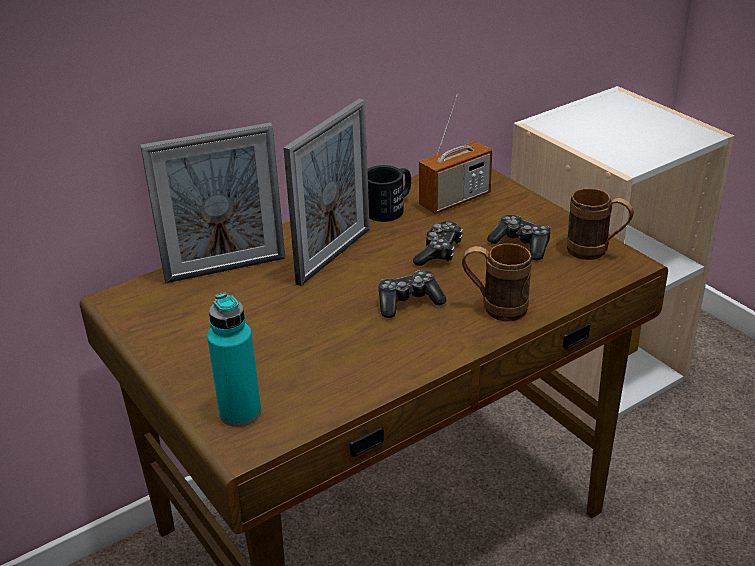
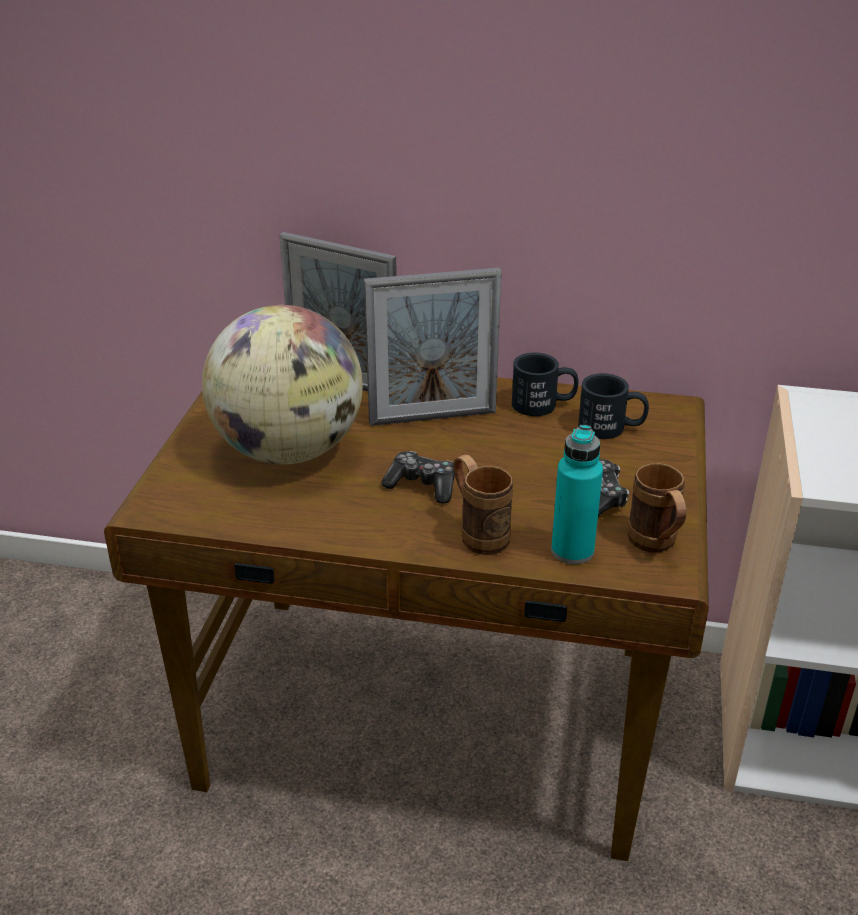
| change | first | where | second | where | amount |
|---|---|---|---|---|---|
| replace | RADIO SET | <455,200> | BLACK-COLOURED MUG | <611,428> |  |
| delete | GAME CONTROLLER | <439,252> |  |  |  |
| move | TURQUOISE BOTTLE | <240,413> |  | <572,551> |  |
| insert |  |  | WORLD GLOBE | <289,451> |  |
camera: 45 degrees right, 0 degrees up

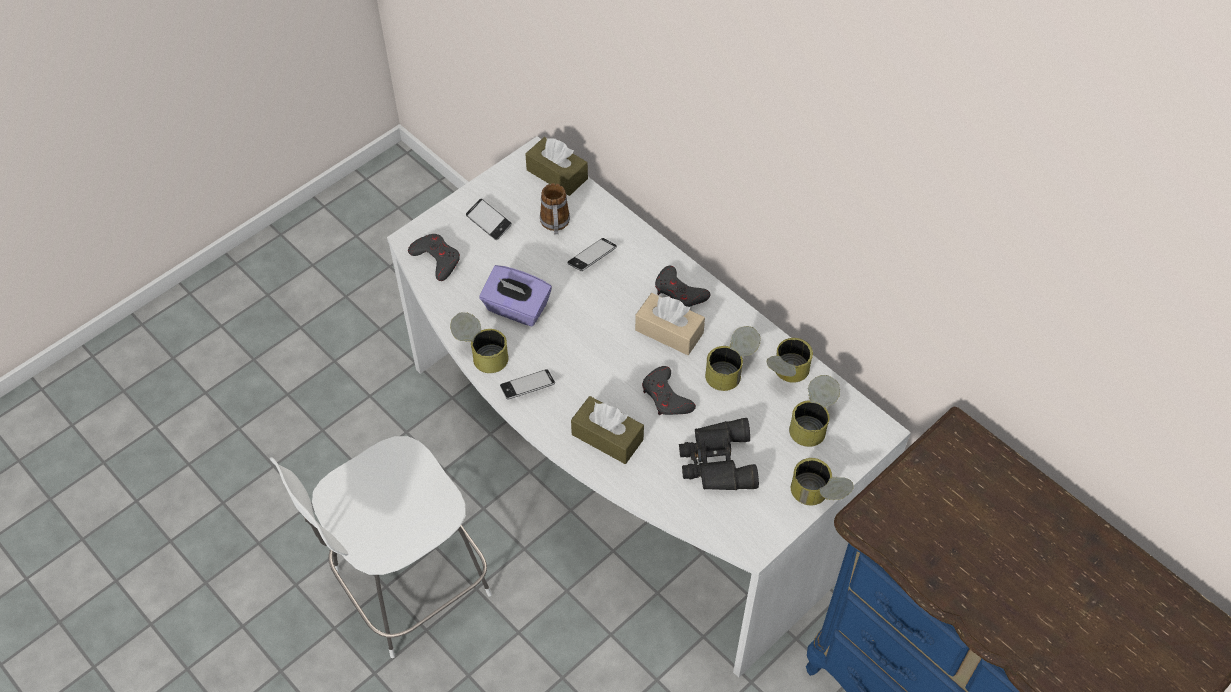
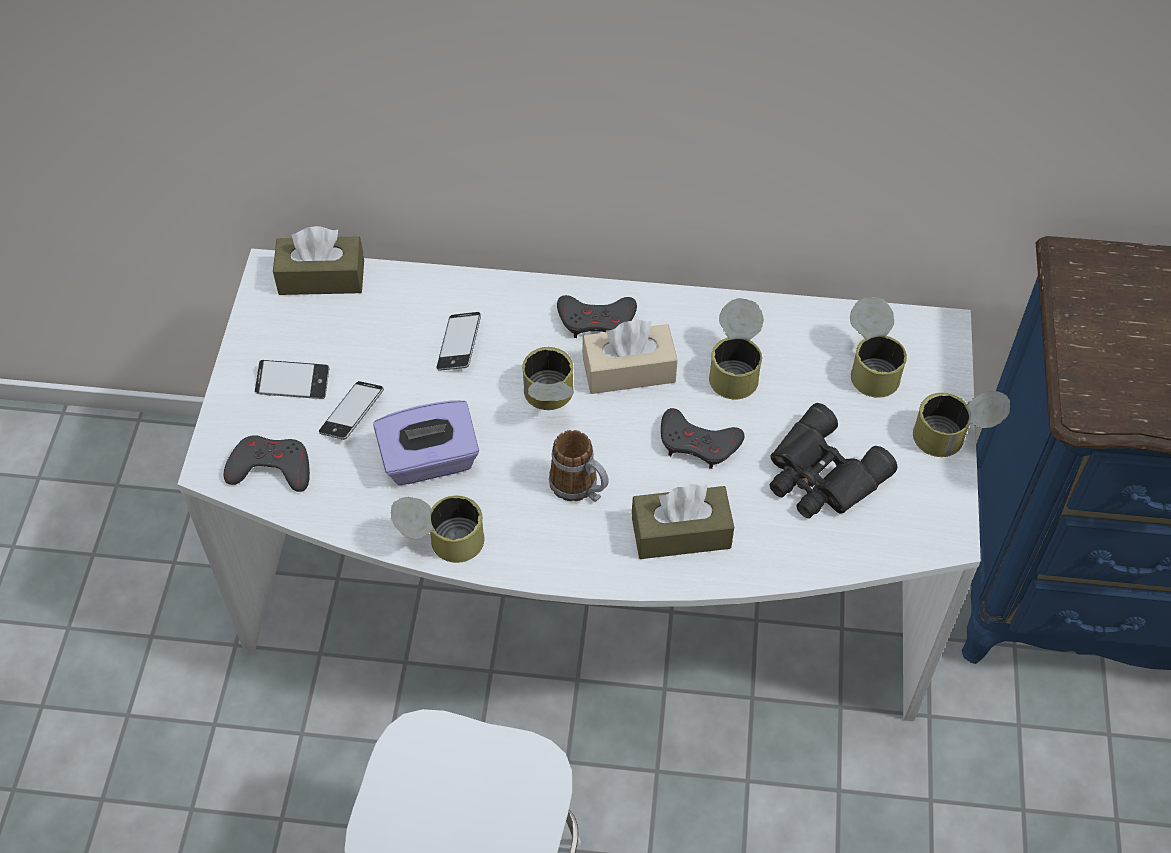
| change | first | where | second | where | amount |
|---|---|---|---|---|---|
| move | MUG | <555,225> |  | <580,488> |  |
| move | SEALED CAN | <785,375> |  | <549,403> |  |
| move | PHONE | <527,387> |  | <352,414> |  |
camera: 40 degrees left, 0 degrees up

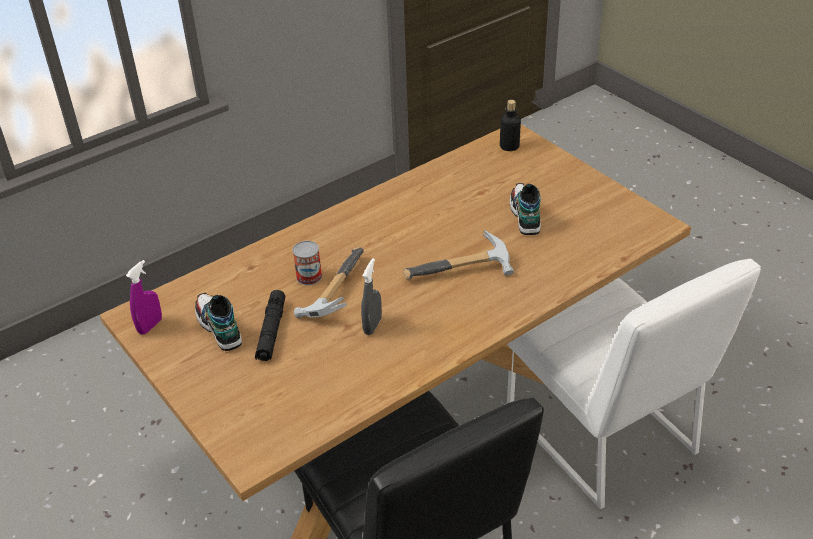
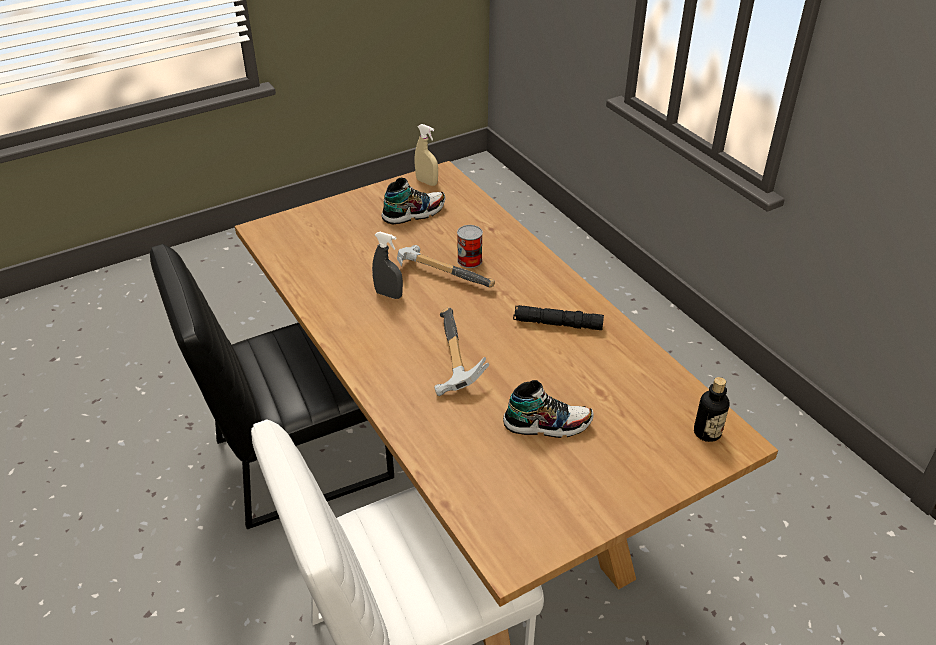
| change | first | where | second | where | amount |
|---|---|---|---|---|---|
| recolor | PURPLE-COLOURED SPRAY BOTTLE | <150,326> | BEIGE-COLOURED SPRAY BOTTLE | <427,182> |  |
| move | BLACK-COLOURED HAND TORCH | <271,331> |  | <557,324> |  |
camera: 95 degrees right, 0 degrees up

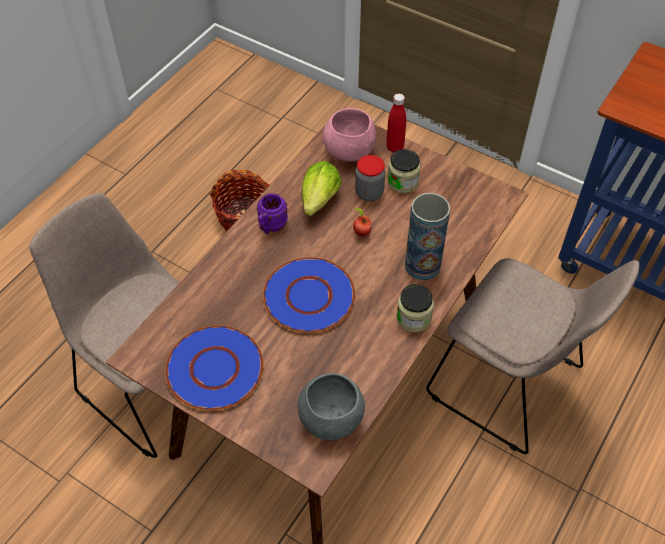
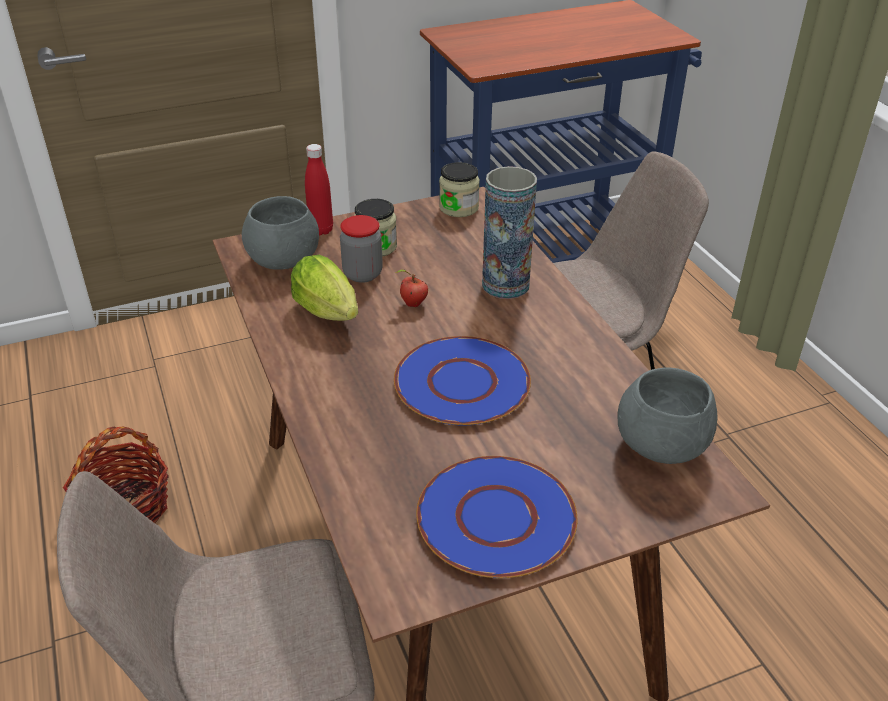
| change | first | where | second | where | amount |
|---|---|---|---|---|---|
| recolor | PINKISH BOWL | <349,151> | GRAY BOWL | <284,260> |  |
| delete | PURPLE-COLOURED MUG | <271,227> |  |  |  |
| move | PRESERVE JAR | <413,318> |  | <459,208> |  |
camera: 55 degrees left, 15 degrees down

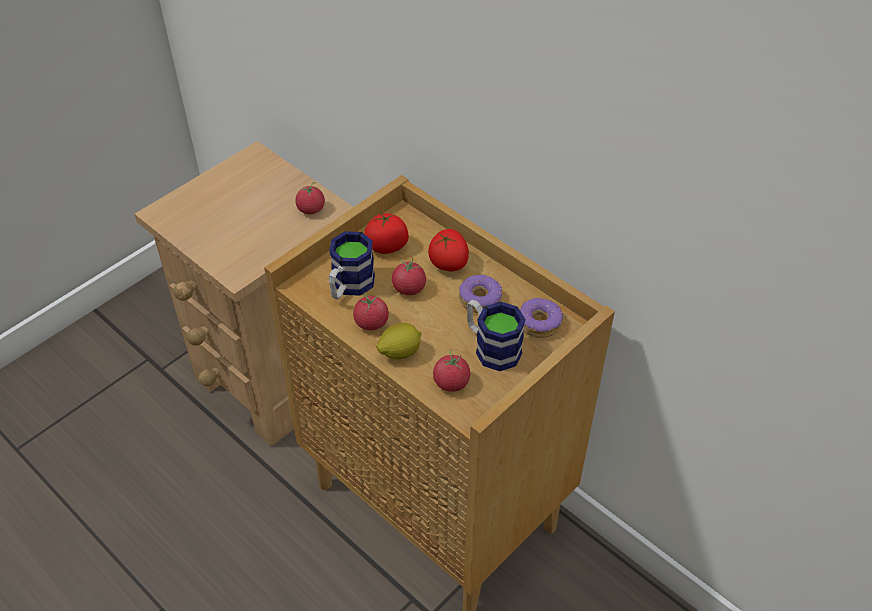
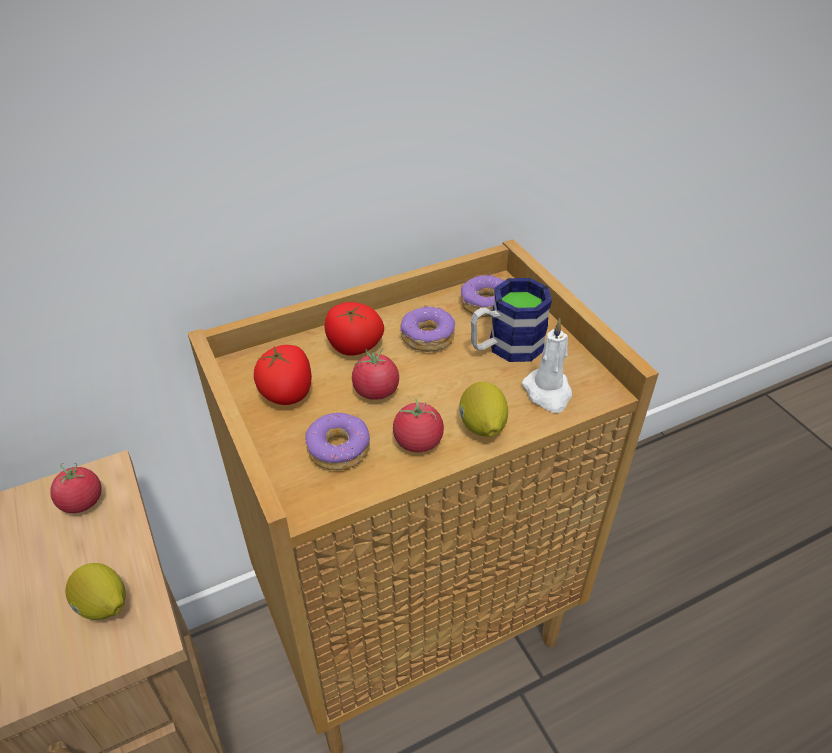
| change | first | where | second | where | amount |
|---|---|---|---|---|---|
| replace | MUG | <349,286> | DONUT | <339,449> |  |
| replace | FRESH TOMATO | <451,382> | WHITISH CANDLE | <548,393> |  |
| insert |  |  | WHOLE LEMON | <103,606> |  |
camera: 70 degrees left, 5 degrees down

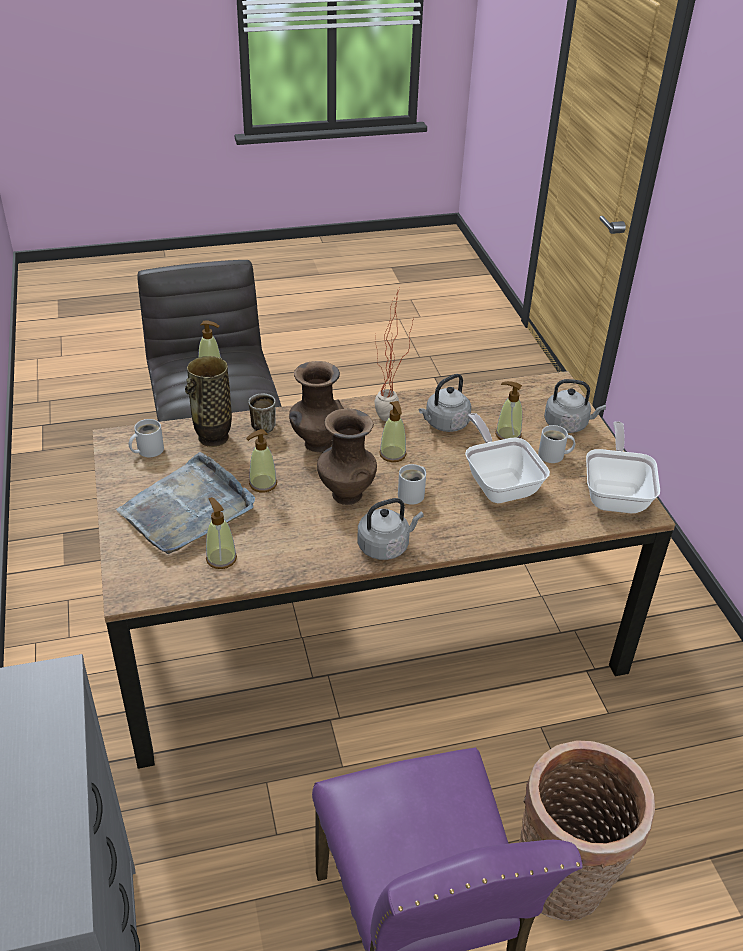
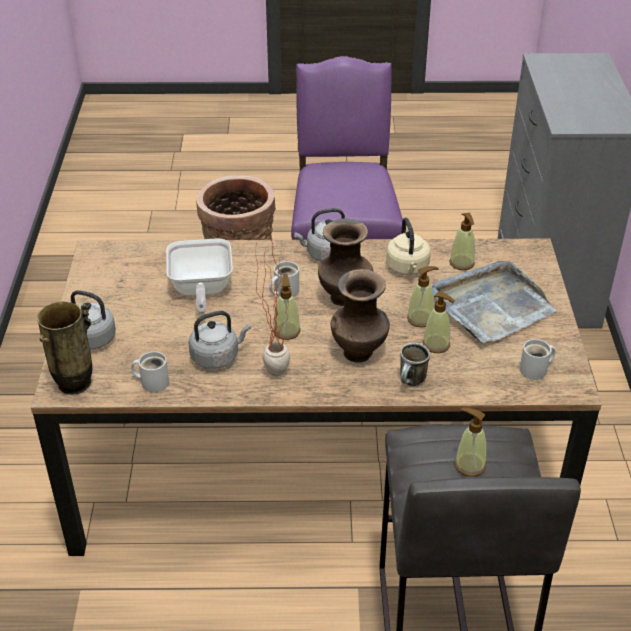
| change | first | where | second | where | amount |
|---|---|---|---|---|---|
| move | FLOWER VASE | <213,438> |  | <75,384> |  |
| move | LIQUID SOAP BOTTLE | <507,435> |  | <436,345> |  |
| delete | FRYING PAN | <616,494> |  |  |  |
| move | WHITISH MUG | <553,456> |  | <153,381> |  |
| insert |  |  | BEIGE-COLOURED TEA KETTLE | <408,268> |  |
camera: 165 degrees left, 0 degrees up

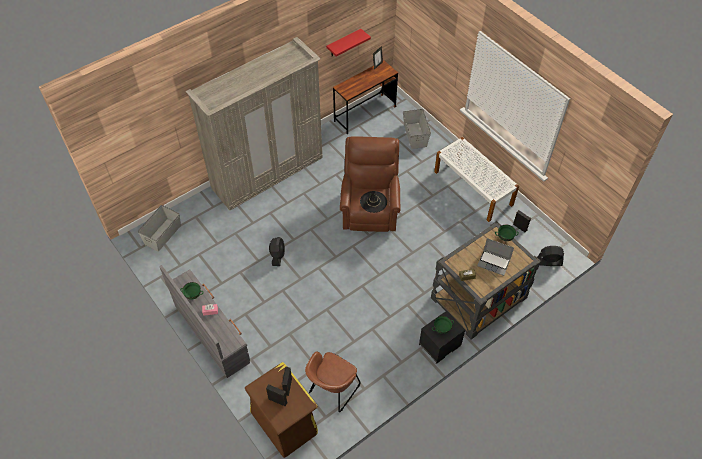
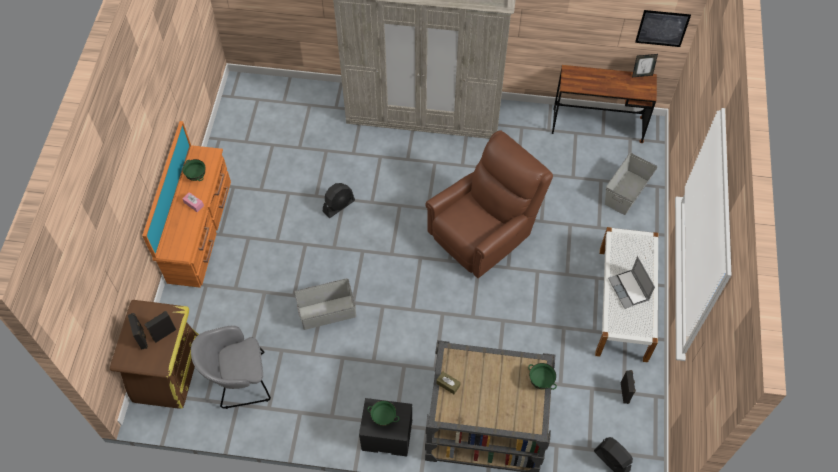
| change | first | where | second | where | amount |
|---|---|---|---|---|---|
| delete | REDDISH SHELF | <343,43> |  |  |  |
| delete | BLACK-COLOURED HAT | <373,202> |  |  |  |
| move | GRAY STORAGE BOX | <162,234> |  | <327,312> |  |
| move | PORTABLE COMPUTER | <494,263> |  | <629,290> |  |
| recolor | GRAY DRAWER CHEST | <212,334> | ORANGE-COLOURED DRAWER CHEST | <201,231> |  |
| recolor | BROWN LOUNGE CHAIR | <332,390> | GRAY LOUNGE CHAIR | <239,381> |  |
| insert |  |  | PICTURE | <662,28> |  |
camera: 45 degrees right, 5 degrees up

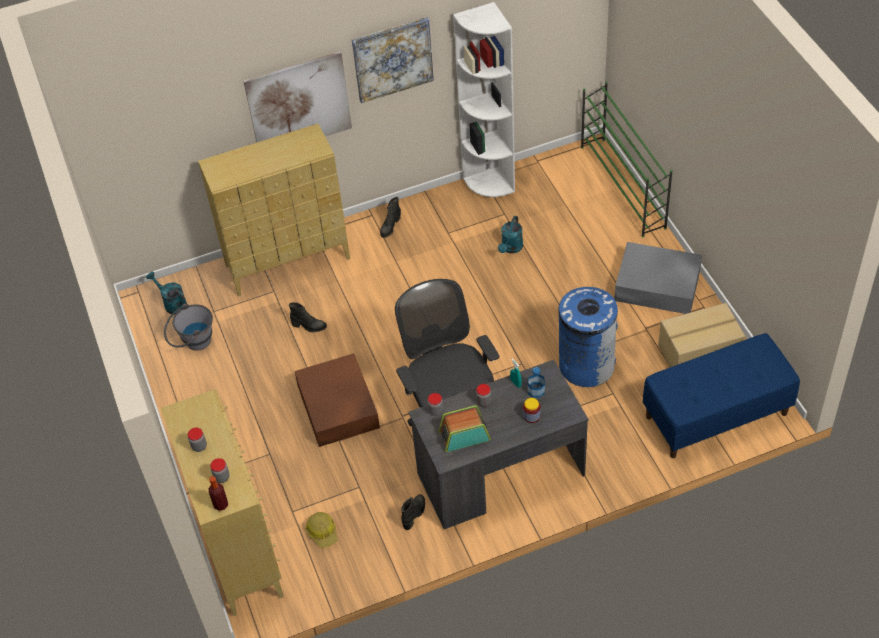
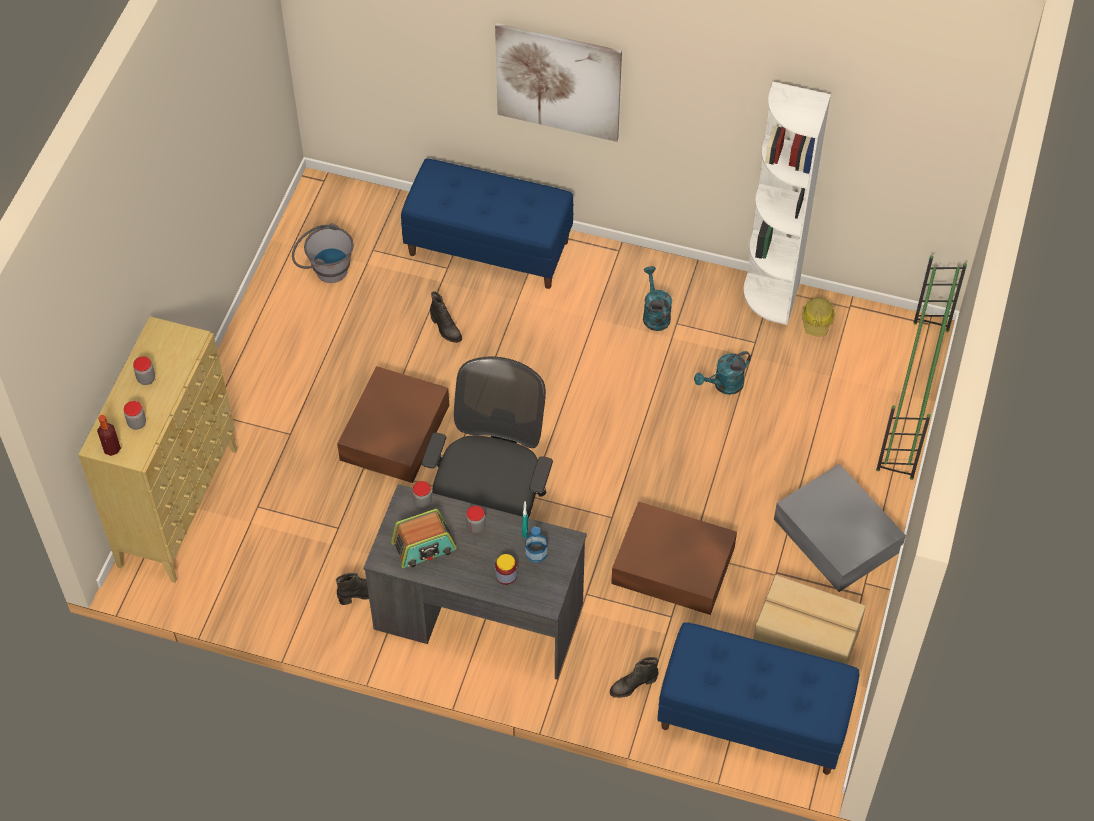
| change | first | where | second | where | amount |
|---|---|---|---|---|---|
| delete | PICTURE | <392,59> |  |  |  |
| replace | BEIGE-COLOURED DRAWER CHEST | <289,263> | BLUE-COLOURED INDOOR BENCH | <489,247> |  |
| move | BLACK-COLOURED BOOT | <390,227> |  | <633,685> |  |
| move | TURQUOISE WATERING POT | <172,303> |  | <655,314> |  |
| replace | BLUE-COLOURED RUBBISH BIN | <586,365> | BROWN STORAGE BOX | <674,566> |  |
| rotate | RADIO SET | <464,435> |  | <424,547> | 135 degrees clockwise |
| move | SAFETY HELMET | <322,532> |  | <817,320> |  |
camera: 35 degrees right, 5 degrees up

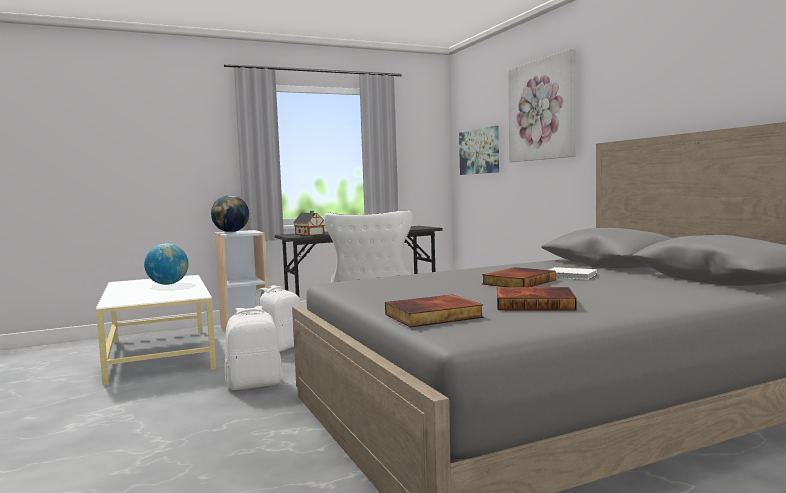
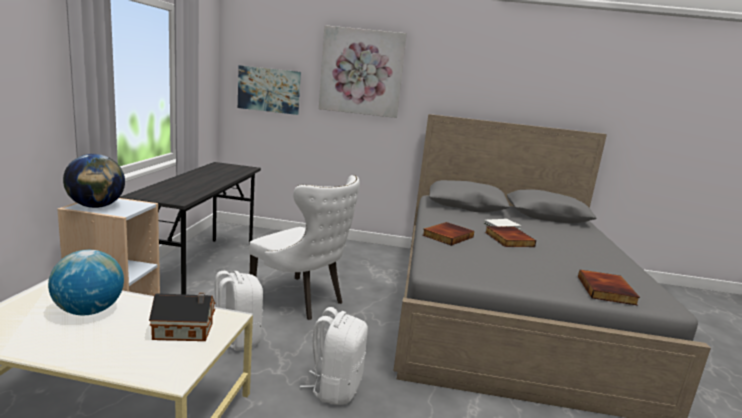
| change | first | where | second | where | amount |
|---|---|---|---|---|---|
| move | TOY HOUSE | <310,234> |  | <185,332> |  |
| move | BOOK | <534,303> |  | <447,236> |  |
camera: 60 degrees left, 10 degrees up

